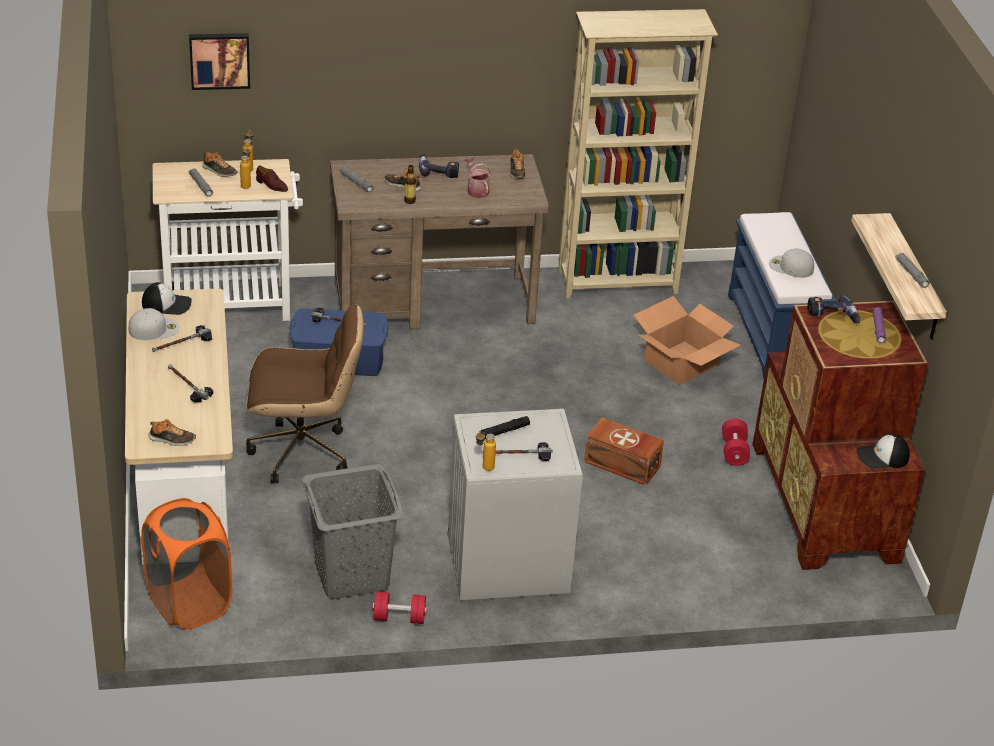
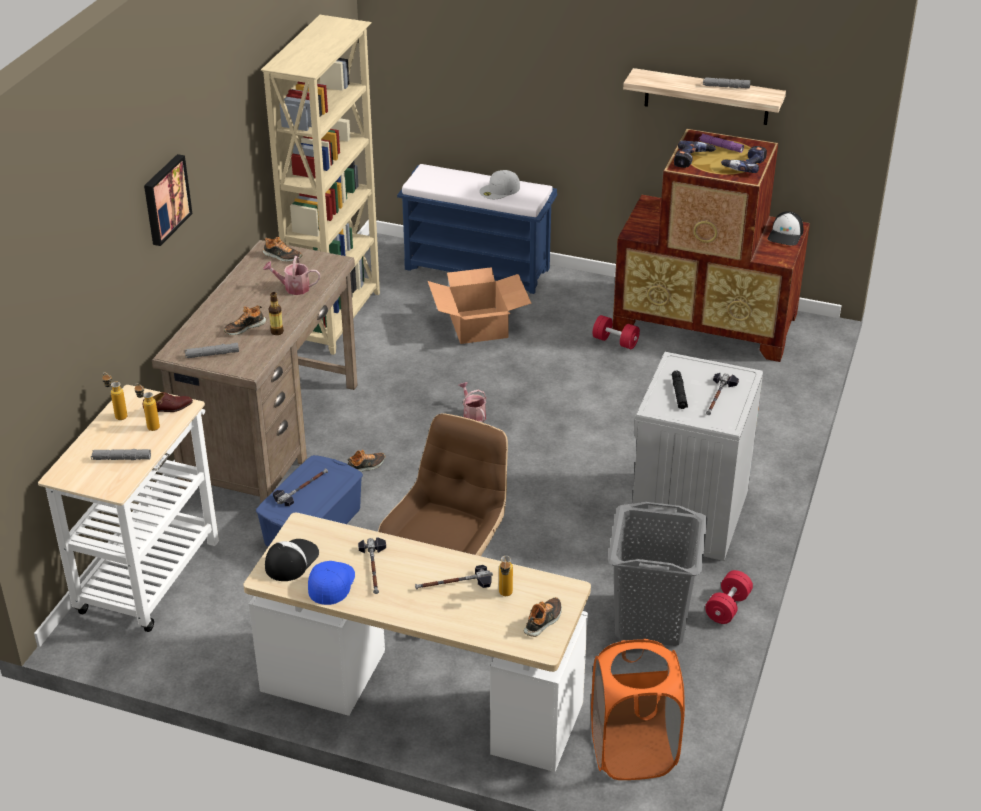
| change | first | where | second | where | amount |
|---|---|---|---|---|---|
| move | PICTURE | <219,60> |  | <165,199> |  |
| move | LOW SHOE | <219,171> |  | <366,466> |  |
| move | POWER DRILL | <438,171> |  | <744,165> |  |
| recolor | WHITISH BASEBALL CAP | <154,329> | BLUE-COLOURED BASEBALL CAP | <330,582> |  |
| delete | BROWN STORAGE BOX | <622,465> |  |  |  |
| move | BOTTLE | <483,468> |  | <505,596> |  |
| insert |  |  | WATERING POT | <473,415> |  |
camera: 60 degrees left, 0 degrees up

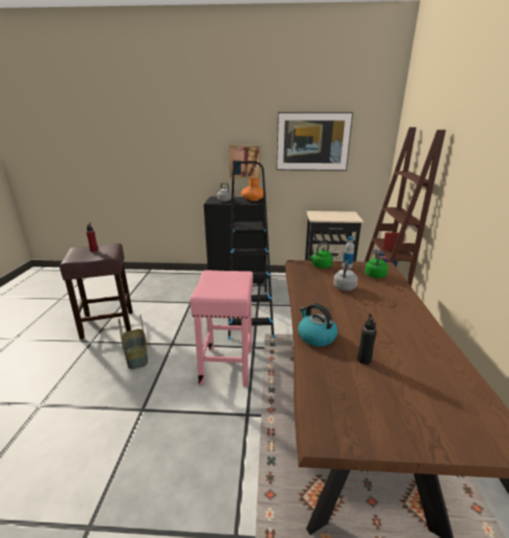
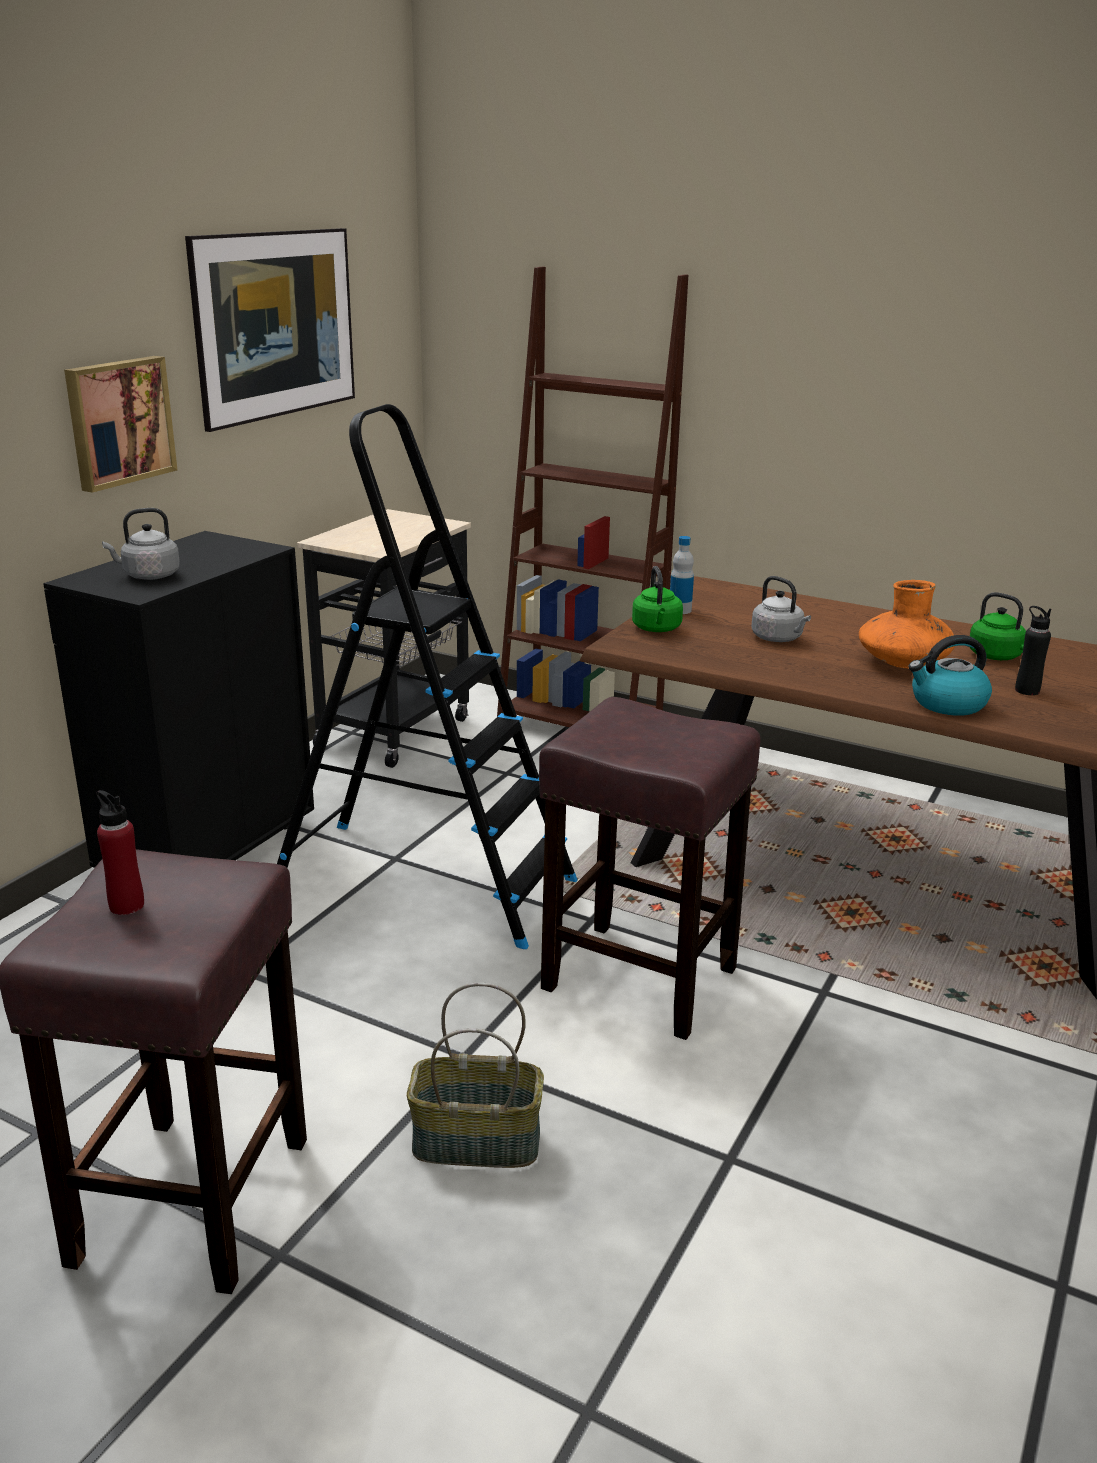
| change | first | where | second | where | amount |
|---|---|---|---|---|---|
| move | ORANGE-COLOURED FLOWER VASE | <253,200> |  | <903,663> |  |
| move | GREEN-COLOURED TEA KETTLE | <375,276> |  | <997,656> |  |
| recolor | PINKISH STOOL | <227,365> | BROWN STOOL | <636,978> |  |
camera: 65 degrees left, 0 degrees up

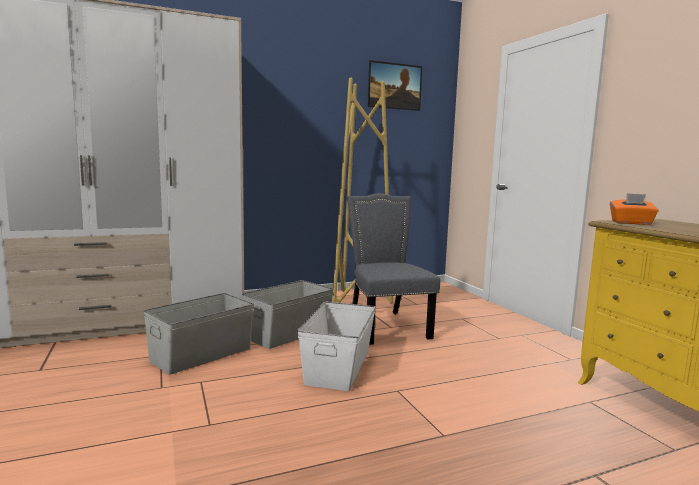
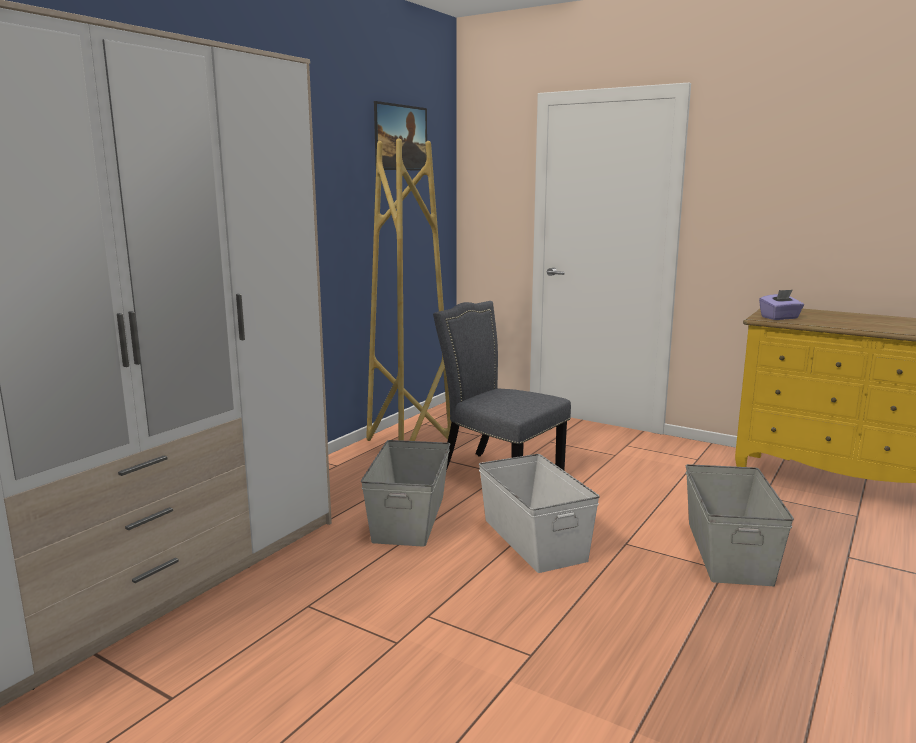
| change | first | where | second | where | amount |
|---|---|---|---|---|---|
| recolor | ORANGE-COLOURED TISSUE HOLDER | <631,223> | PURPLE-COLOURED TISSUE HOLDER | <780,318> |  |
| move | GRAY STORAGE BOX | <202,354> |  | <729,551> |  |
camera: 35 degrees left, 5 degrees up

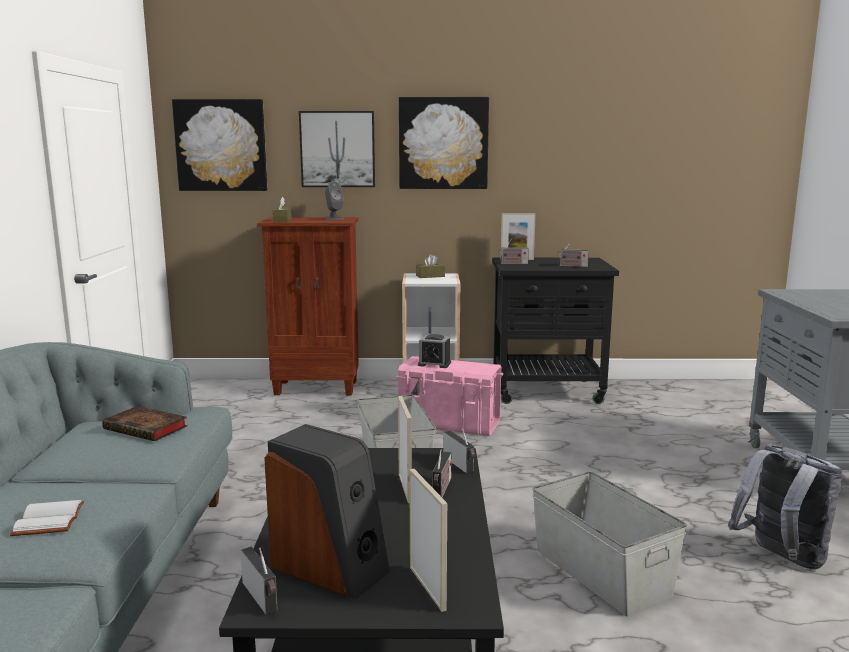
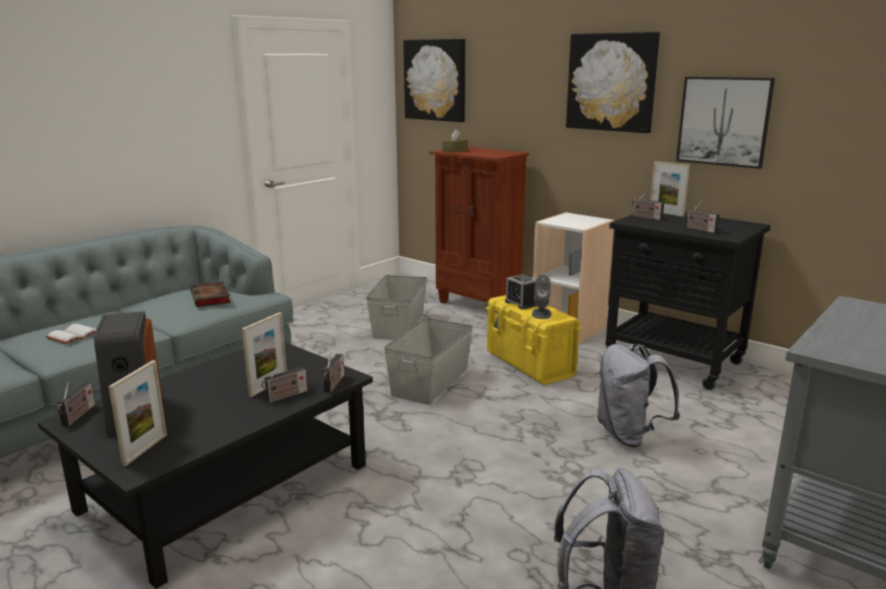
| change | first | where | second | where | amount |
|---|---|---|---|---|---|
| move | PICTURE | <337,149> |  | <724,121> |  |
| move | GRAY LOUDSPEAKER | <334,218> |  | <541,314> |  |
| delete | BROWN TISSUE HOLDER | <430,276> |  |  |  |
| recolor | PINKISH STORAGE BOX | <450,423> | YELLOW-COLOURED STORAGE BOX | <529,364> |  |
| move | GRAY STORAGE BOX | <601,572> |  | <398,325> |  |
| insert |  |  | GRAY KNAPSACK | <629,435> |  |
camera: 40 degrees right, 5 degrees up

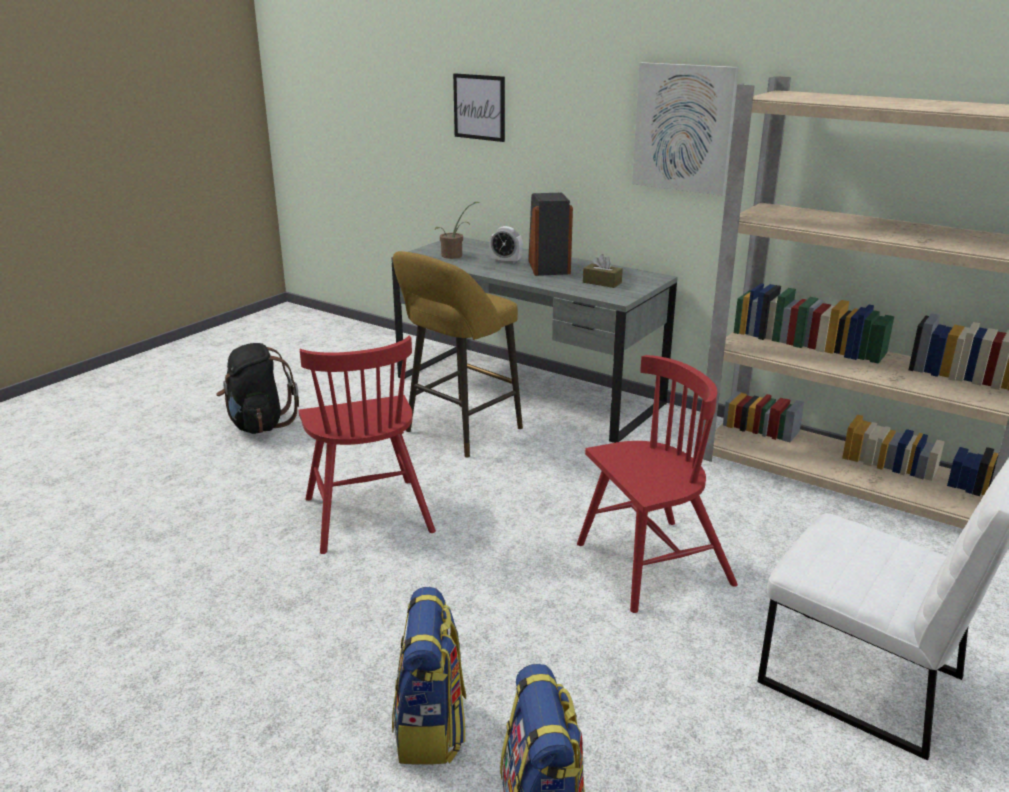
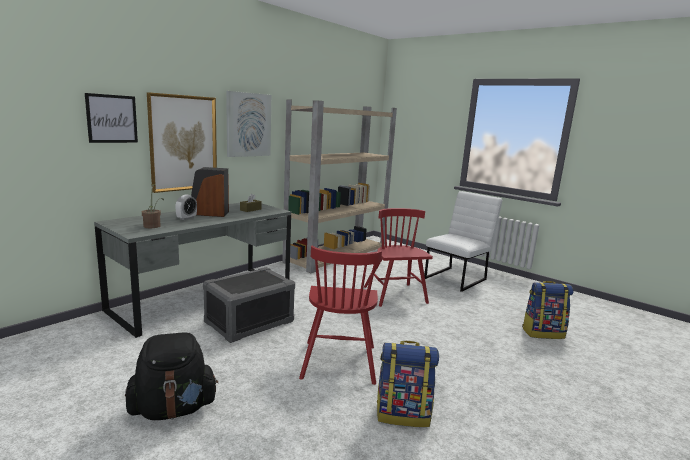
| change | first | where | second | where | amount |
|---|---|---|---|---|---|
| replace | YELLOW-COLOURED STOOL | <459,432> | GRAY STORAGE BOX | <249,322> |  |
| rotate | REDDISH PLAIN CHAIR | <366,510> |  | <339,358> | 105 degrees clockwise |
| move | KNAPSACK | <431,728> |  | <403,414> |  |
| insert |  |  | PICTURE | <183,143> |  |
camera: 85 degrees left, 10 degrees down

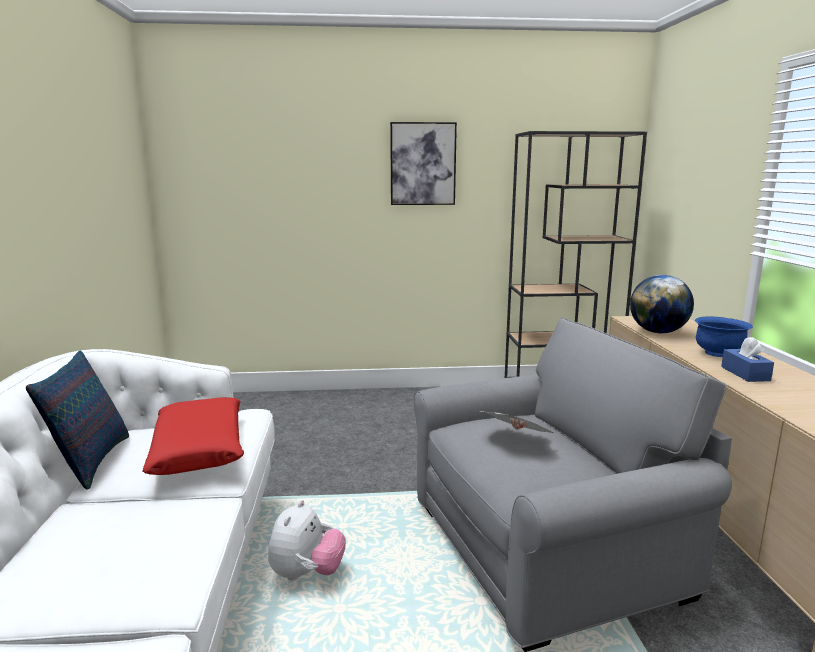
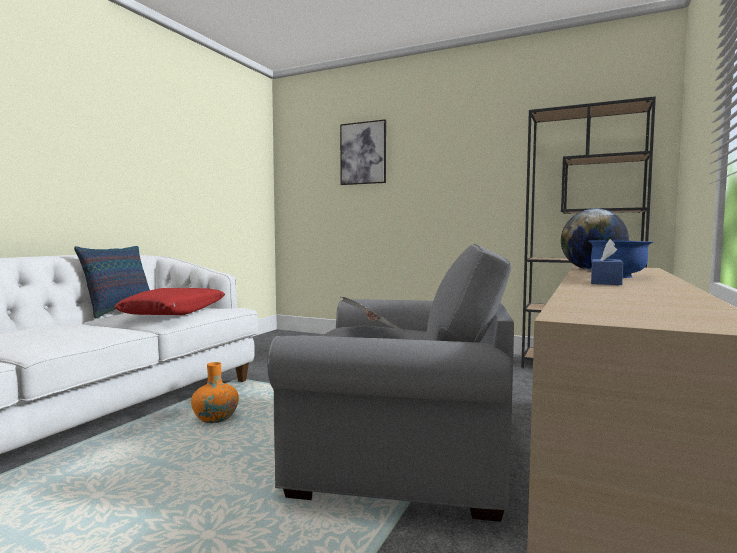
| change | first | where | second | where | amount |
|---|---|---|---|---|---|
| move | PICTURE | <423,164> |  | <363,153> |  |
| replace | CUDDLY TOY | <307,574> | ORANGE-COLOURED FLOWER VASE | <215,419> |  |
camera: 30 degrees right, 10 degrees down

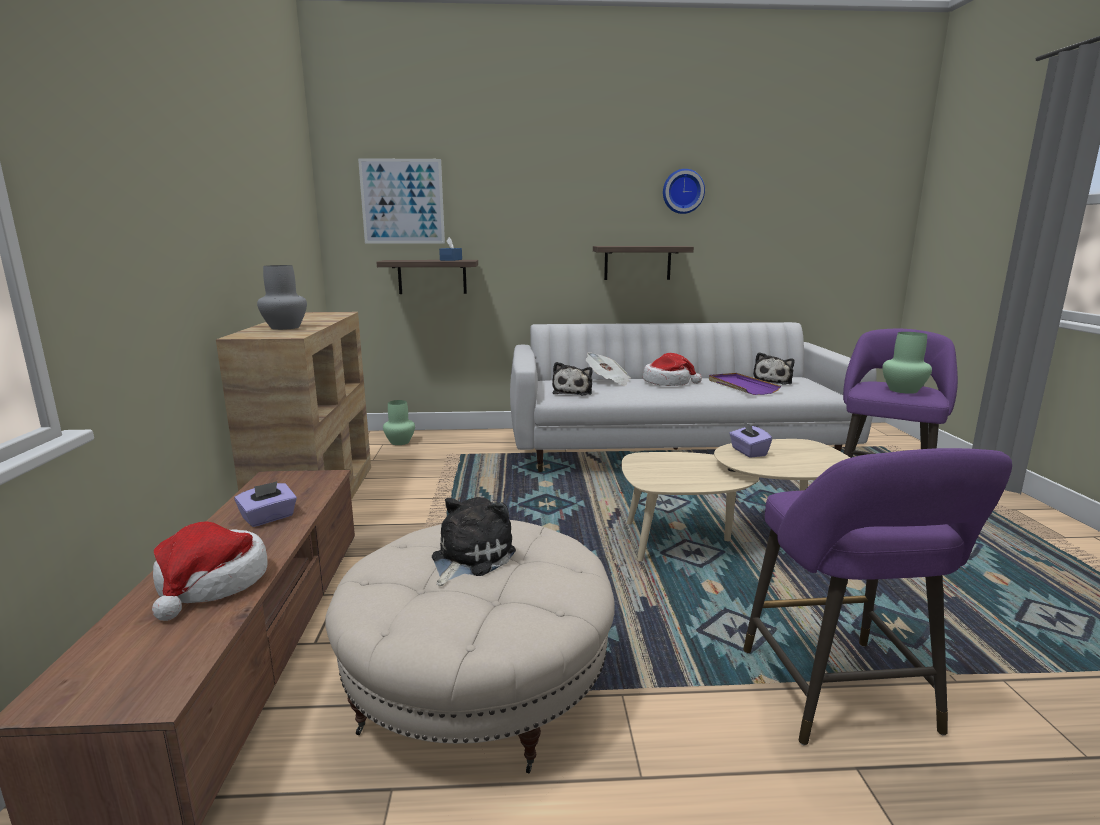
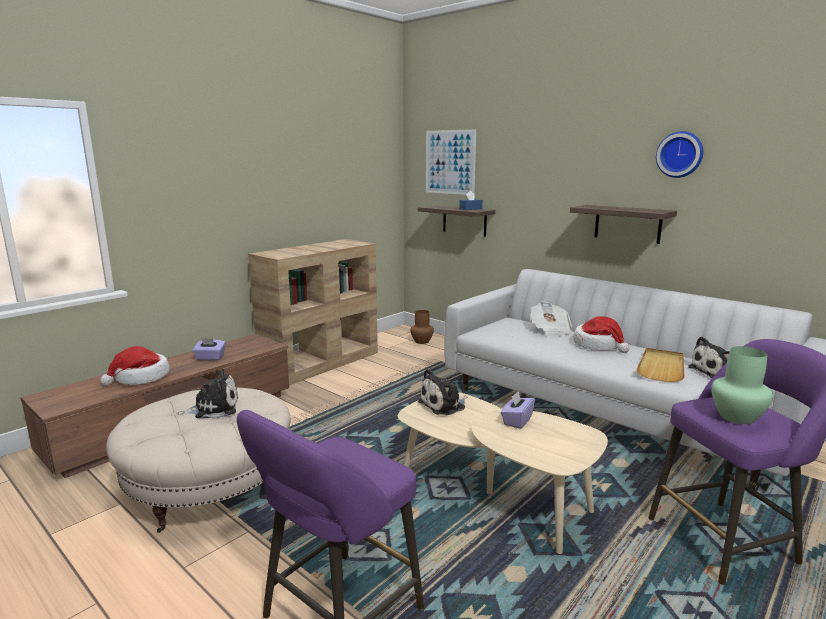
| change | first | where | second | where | amount |
|---|---|---|---|---|---|
| delete | GRAY FLOWER VASE | <285,327> |  |  |  |
| move | CUDDLY TOY | <573,392> |  | <444,405> |  |
| recolor | PURPLE-COLOURED SERVING TRAY | <741,386> | BEIGE-COLOURED SERVING TRAY | <661,367> |  |
| recolor | GREEN-COLOURED FLOWER VASE | <400,442> | BROWN FLOWER VASE | <422,341> |  |
camera: 45 degrees right, 0 degrees up

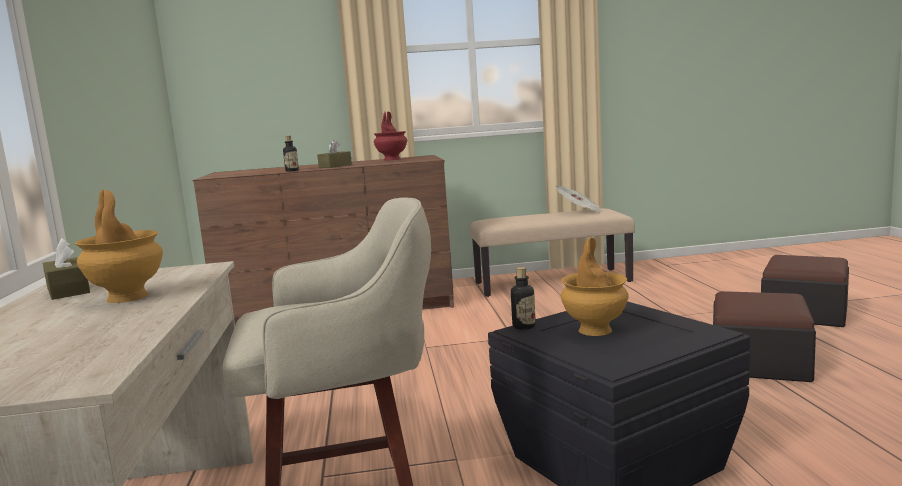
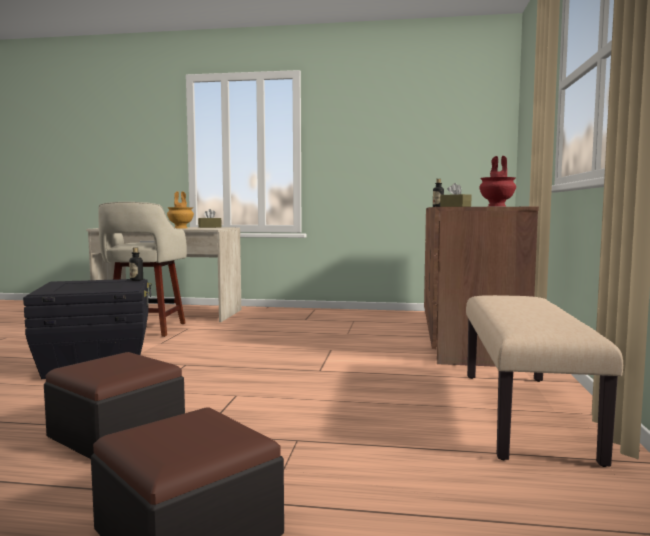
| change | first | where | second | where | amount |
|---|---|---|---|---|---|
| delete | NEWSPAPER | <580,212> |  |  |  |
| delete | BROWN FLOWER VASE | <594,330> |  |  |  |
camera: 105 degrees right, 5 degrees down

